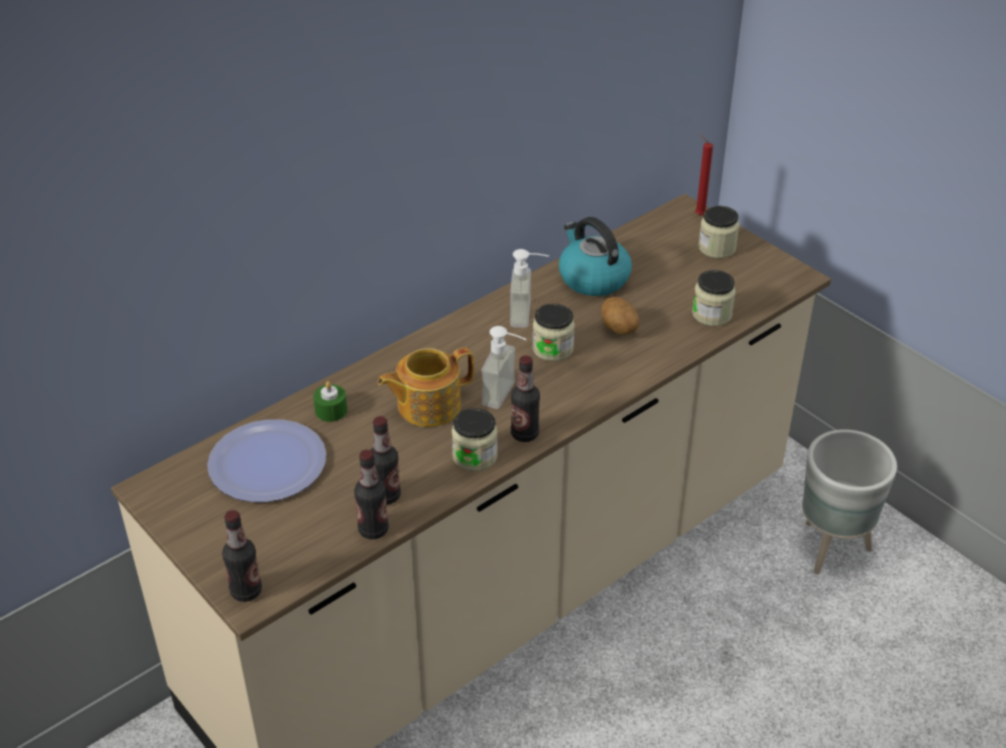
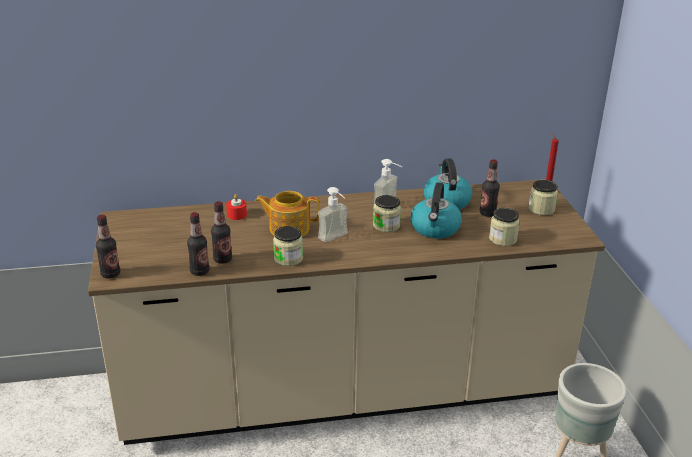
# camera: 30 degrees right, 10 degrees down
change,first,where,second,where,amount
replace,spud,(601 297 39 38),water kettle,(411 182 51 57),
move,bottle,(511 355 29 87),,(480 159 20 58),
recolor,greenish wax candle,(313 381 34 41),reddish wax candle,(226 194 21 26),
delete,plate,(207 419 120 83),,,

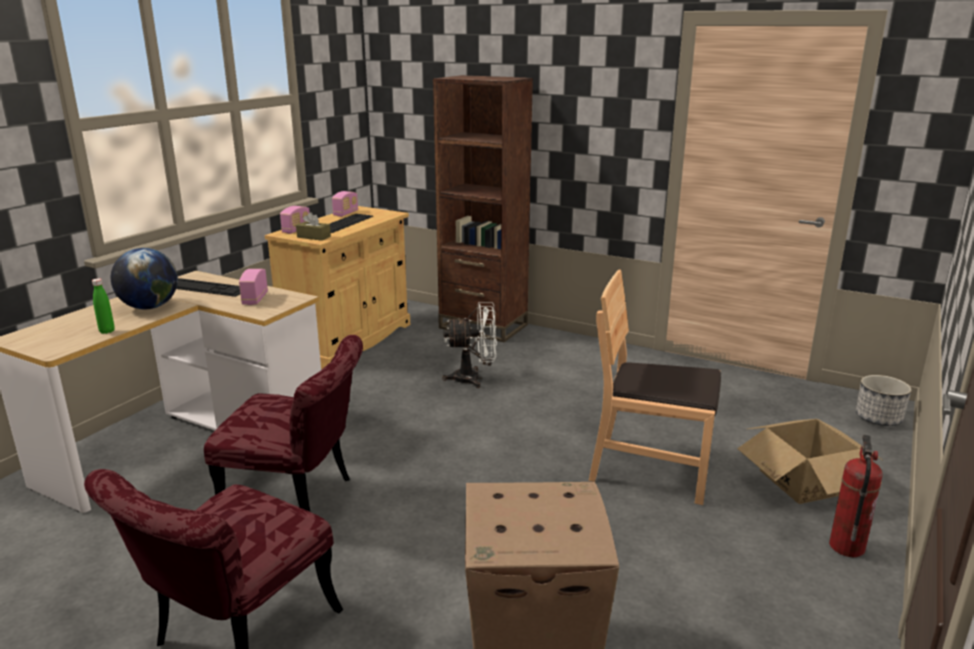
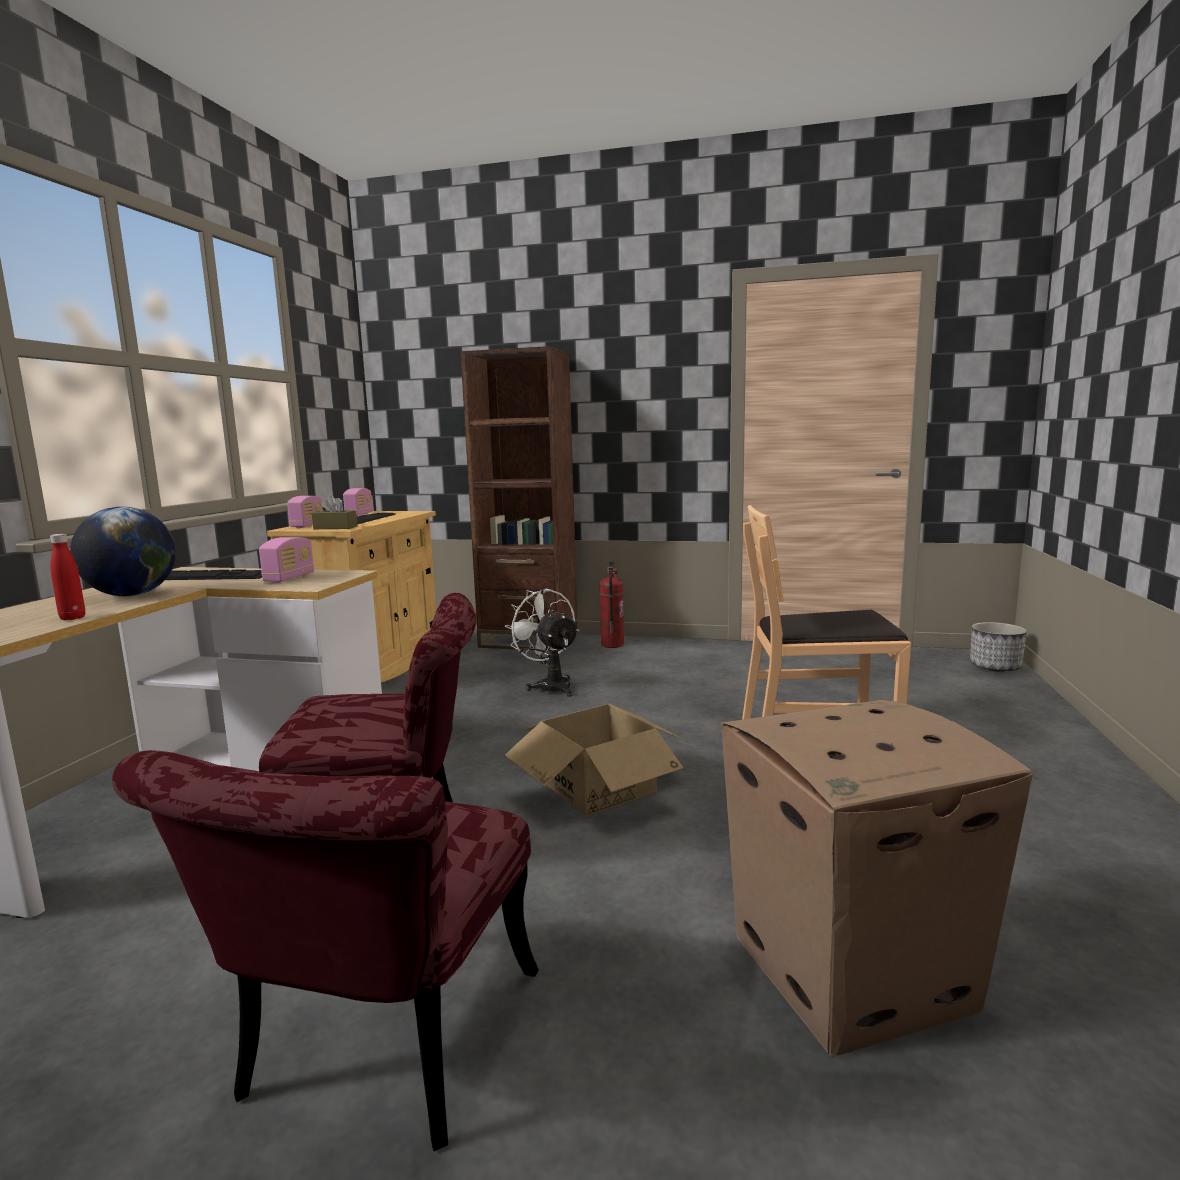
# camera: 15 degrees left, 10 degrees down
change,first,where,second,where,amount
rotate,radio set,(239 269 29 36),,(259 537 55 46),150 degrees counterclockwise
recolor,greenish bottle,(92 278 23 56),reddish bottle,(50 534 35 86),
rotate,whitish cooling fan,(442 302 55 86),,(505 589 74 108),105 degrees counterclockwise
move,cardboard box,(737 419 147 85),,(505 704 184 112),
move,fire-fighting cylinder,(829 435 54 122),,(599 562 25 86),

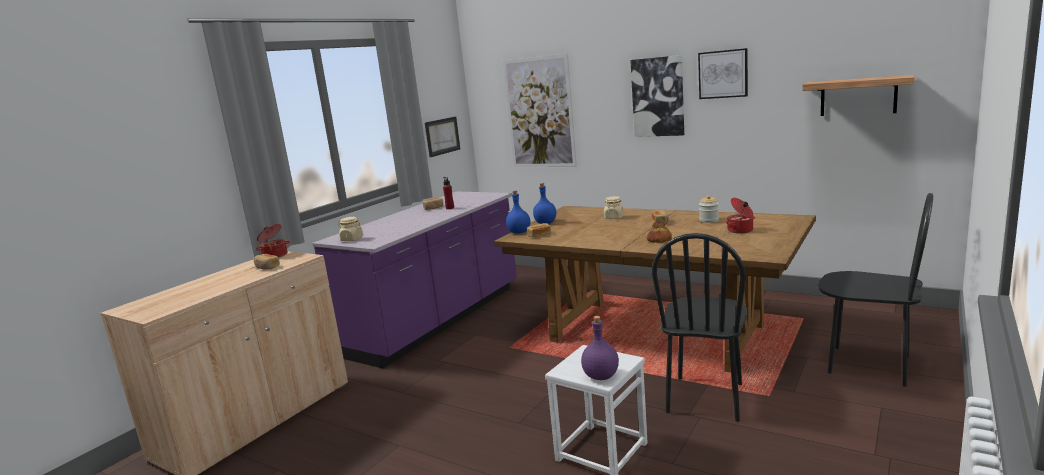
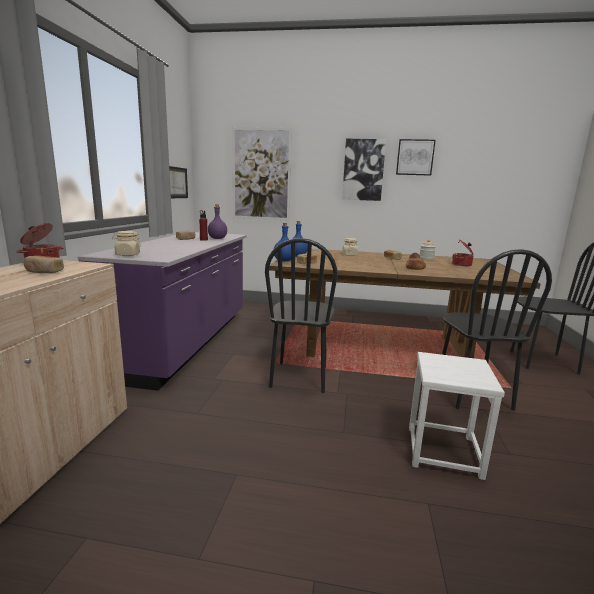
# camera: 25 degrees left, 0 degrees up
change,first,where,second,where,amount
delete,bracket shelf,(802 75 113 41),,,
move,purplish bottle,(581 316 38 64),,(208 204 19 35),
insert,,,black-coloured plain chair,(265 238 73 155),

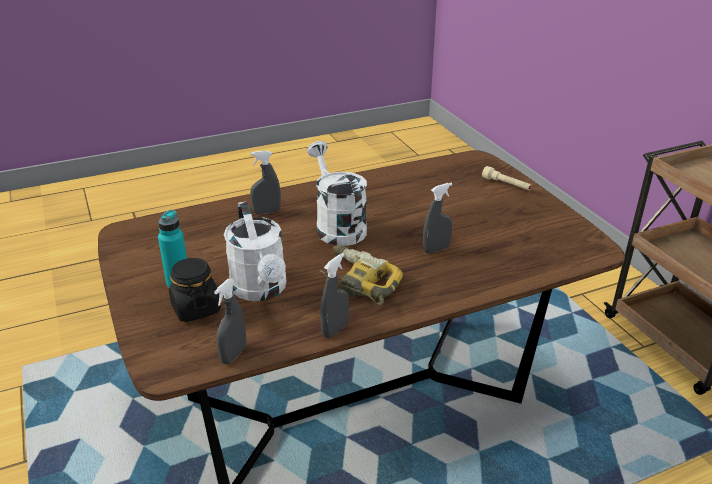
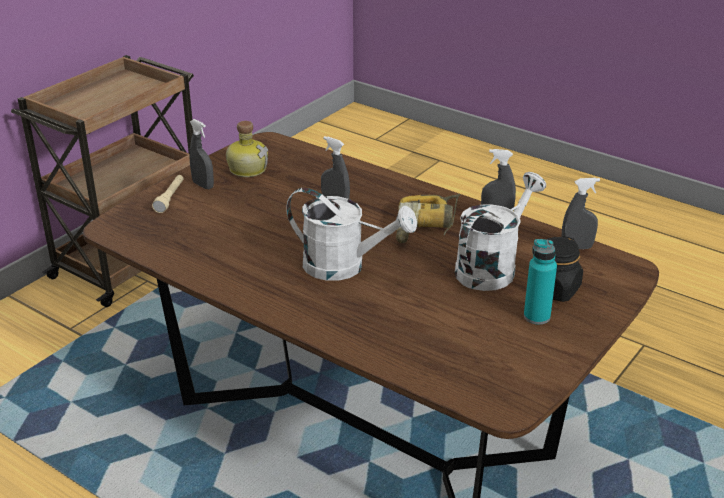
# camera: 120 degrees left, 0 degrees up
change,first,where,second,where,amount
rotate,whitish sprinkling can,(307 141 60 105),,(286 188 131 93),105 degrees counterclockwise
move,gray spray bottle,(250 151 31 63),,(189 119 25 70),
insert,,,bottle,(226 121 42 56),

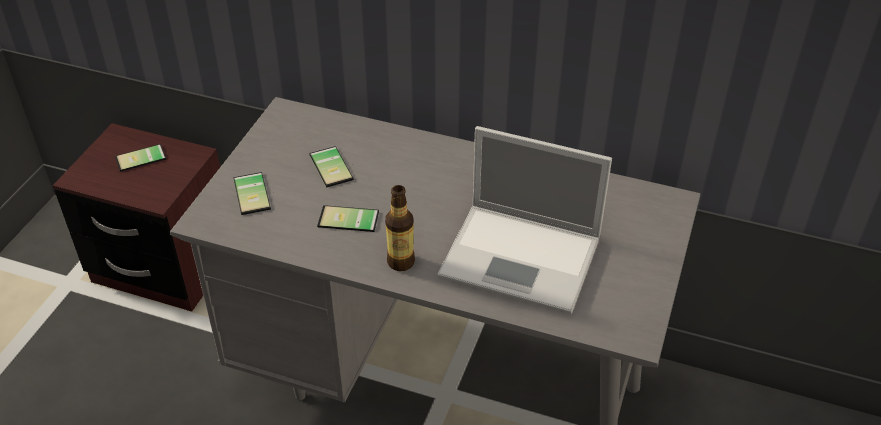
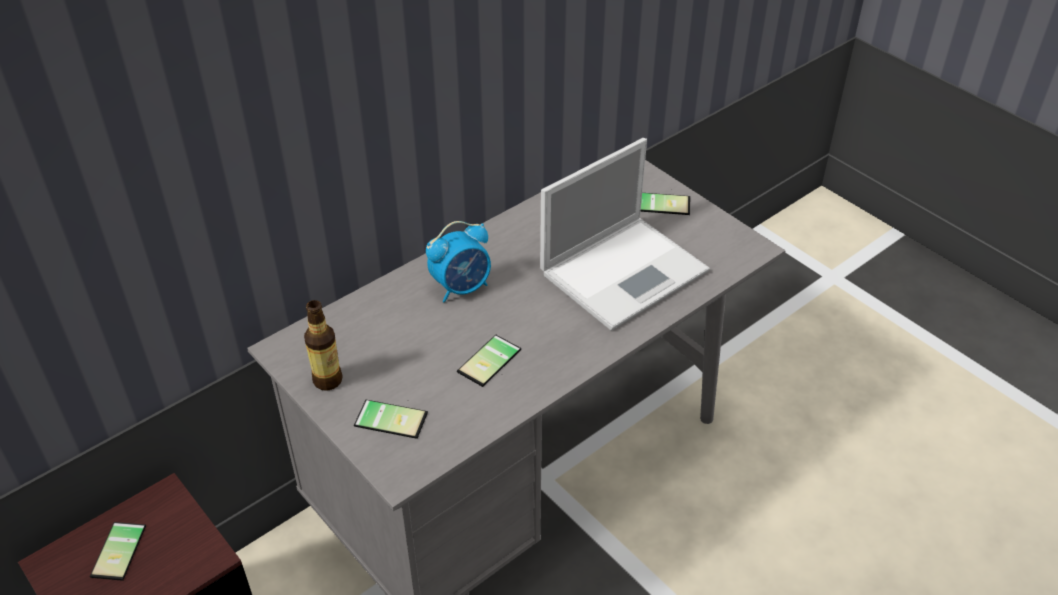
# camera: 60 degrees left, 0 degrees up
change,first,where,second,where,amount
move,handset,(309 146 45 42),,(641 193 49 22),
move,bottle,(385 185 30 86),,(304 300 39 91),
insert,,,table clock,(426 221 65 82),

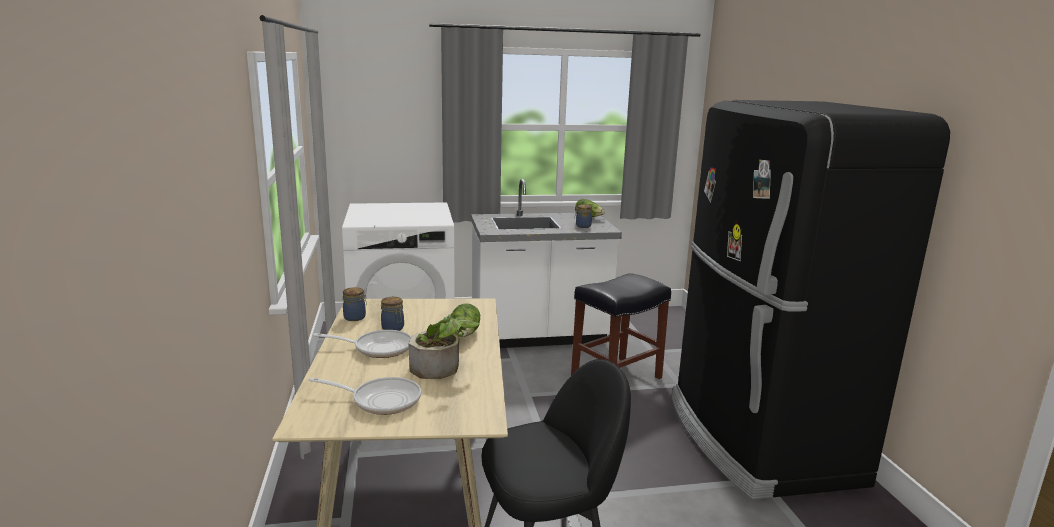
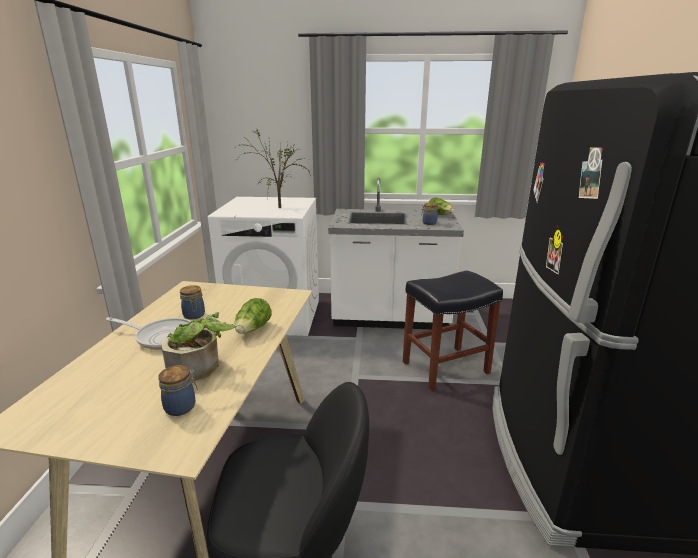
# camera: 15 degrees right, 5 degrees up
change,first,where,second,where,amount
move,storage jar,(343 287 24 34),,(158 365 40 51),
delete,pan,(309 377 112 38),,,
insert,,,potted plant,(235 129 76 79),

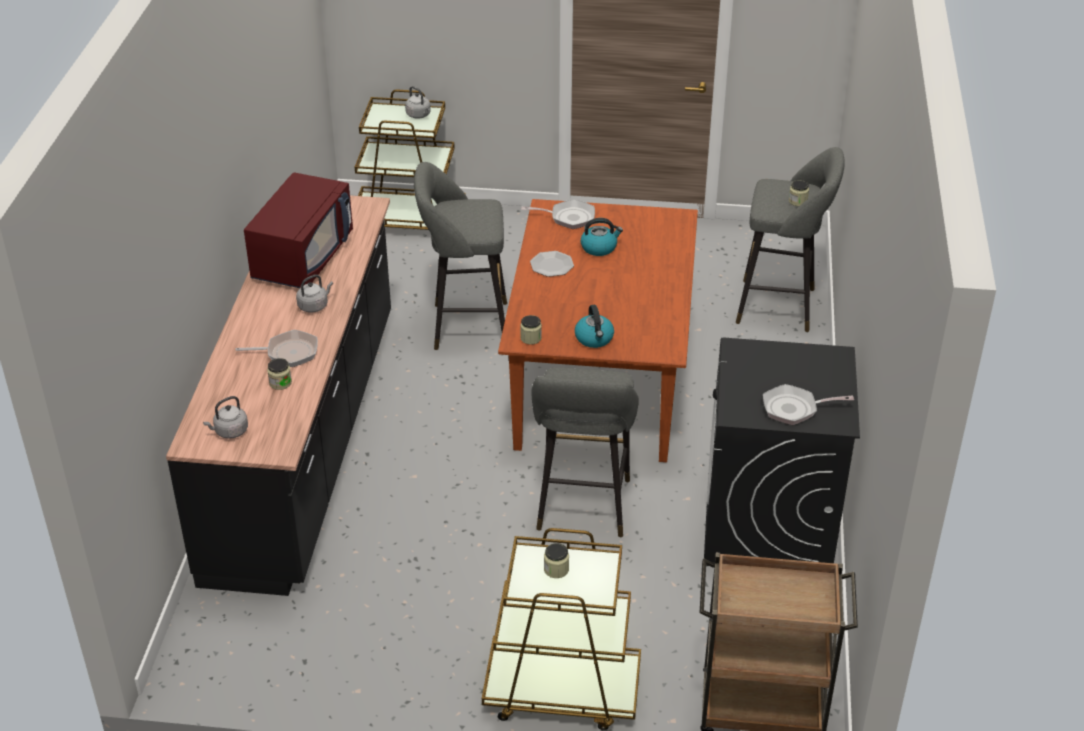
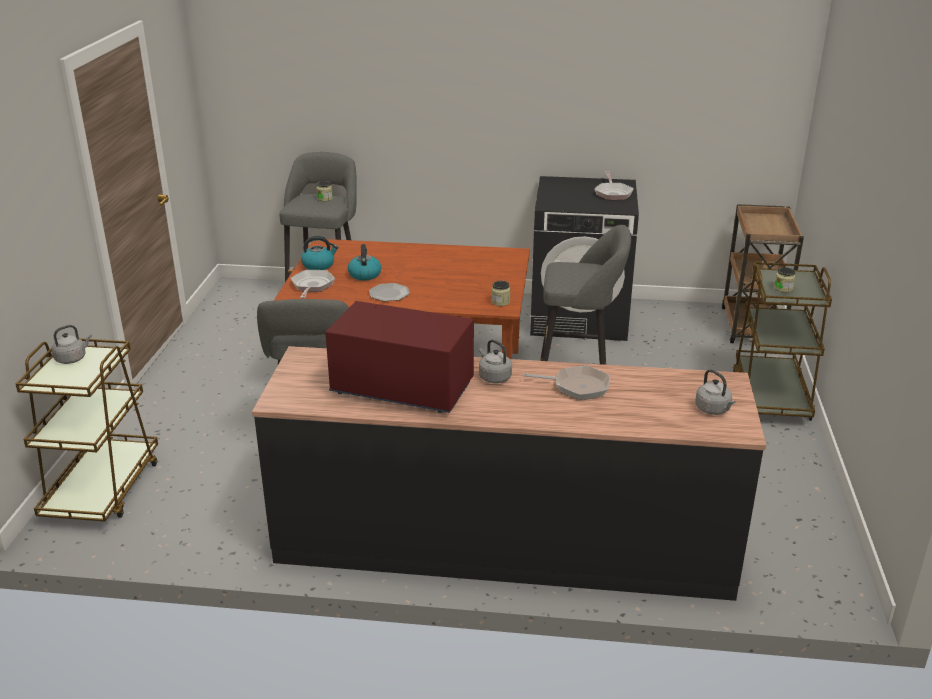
# camera: 90 degrees left, 10 degrees down
change,first,where,second,where,amount
move,water kettle,(575 305 39 43),,(301 236 37 34),
rotate,pan,(236 330 82 37),,(523 365 87 35),105 degrees clockwise
delete,storage jar,(267 358 25 32),,,

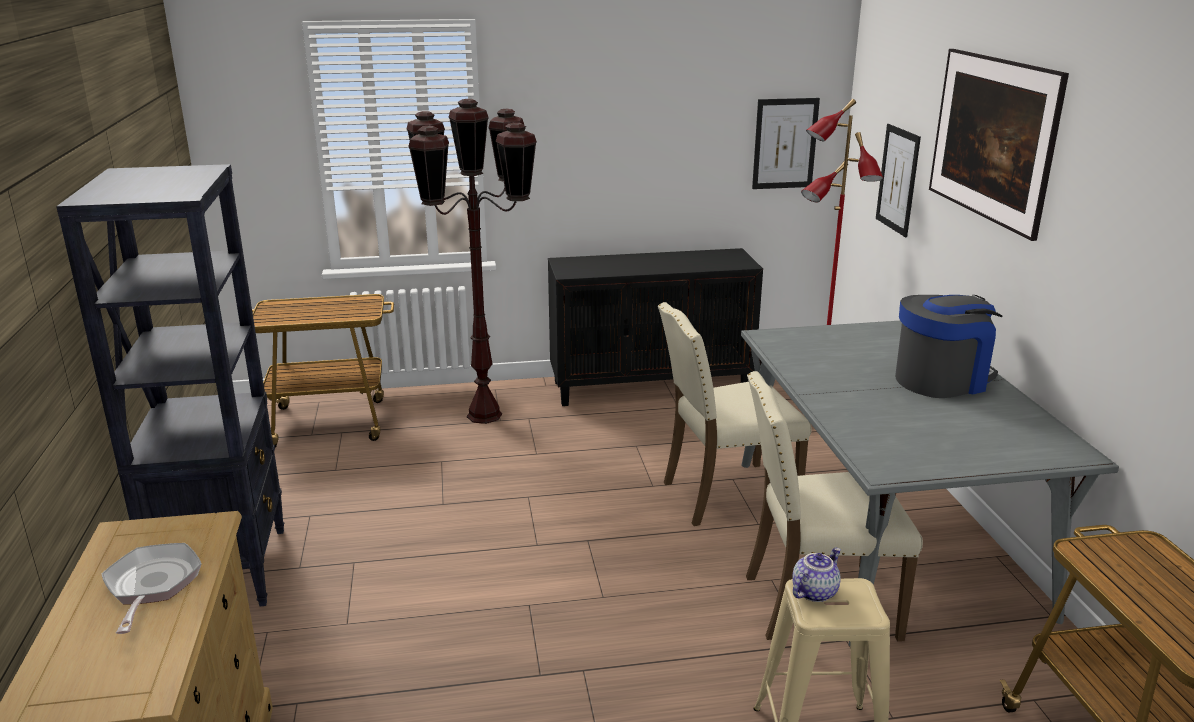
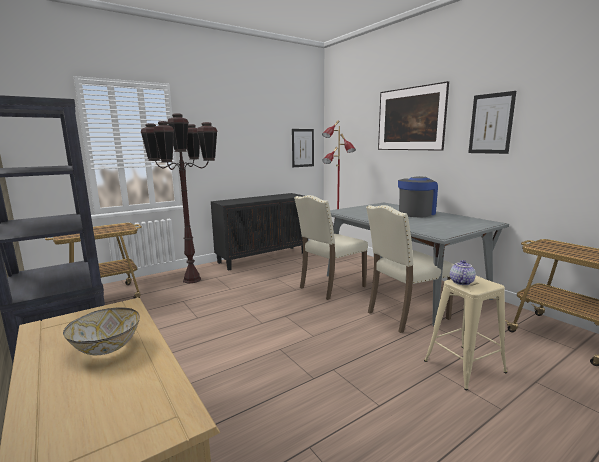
# camera: 25 degrees left, 10 degrees down
change,first,where,second,where,amount
move,picture,(876 124 45 113),,(468 91 48 63),
replace,pan,(102 543 100 91),bowl,(63 308 77 47),

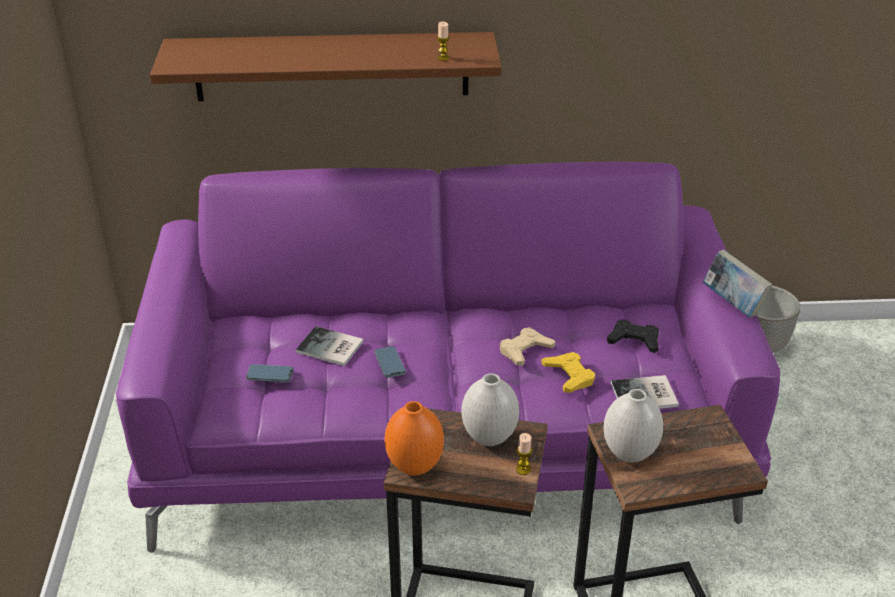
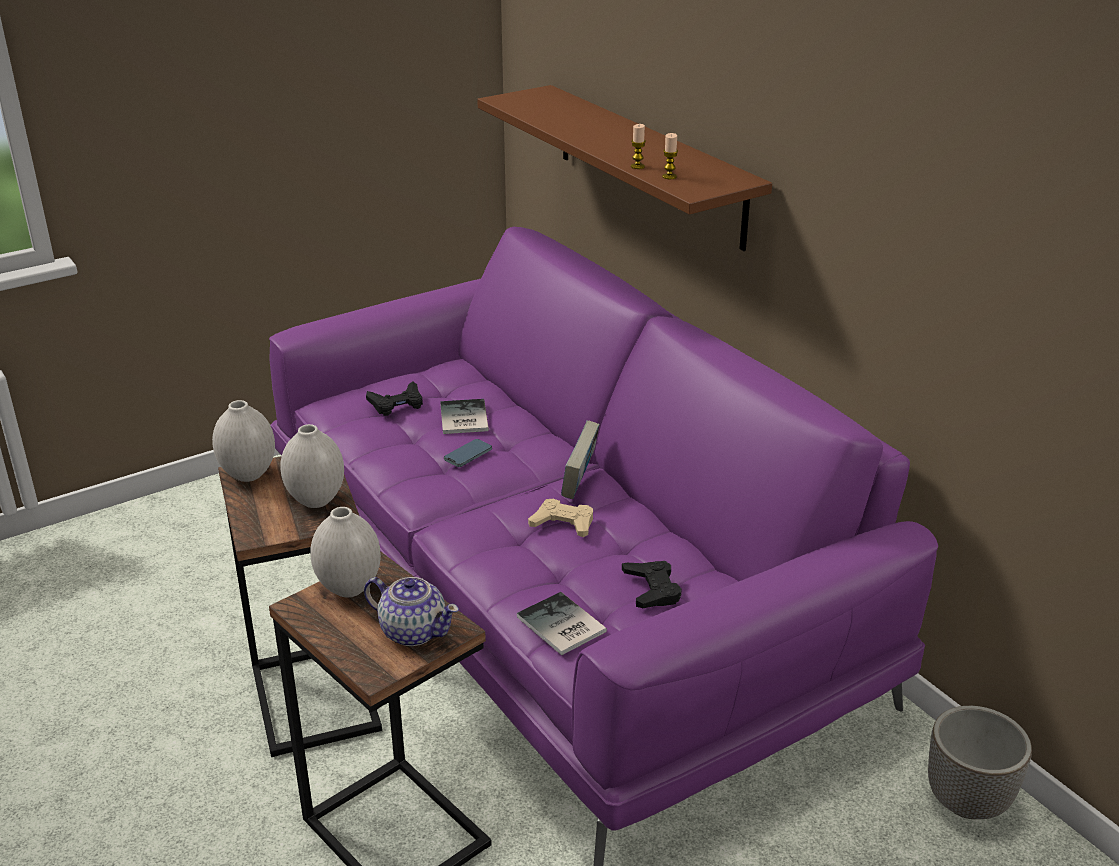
# camera: 60 degrees right, 5 degrees down
change,first,where,second,where,amount
move,volume,(703 250 69 68),,(561 421 39 78),
delete,yellow joypad,(541 352 54 41),,,
replace,handset,(246 364 48 18),black-coloured joypad,(366 381 57 35),
recolor,orangey vase,(384 401 60 75),whitish vase,(212 400 63 82),
move,wax candle,(516 433 16 42),,(631 124 15 45),
insert,,,teapot,(364 577 95 69),

